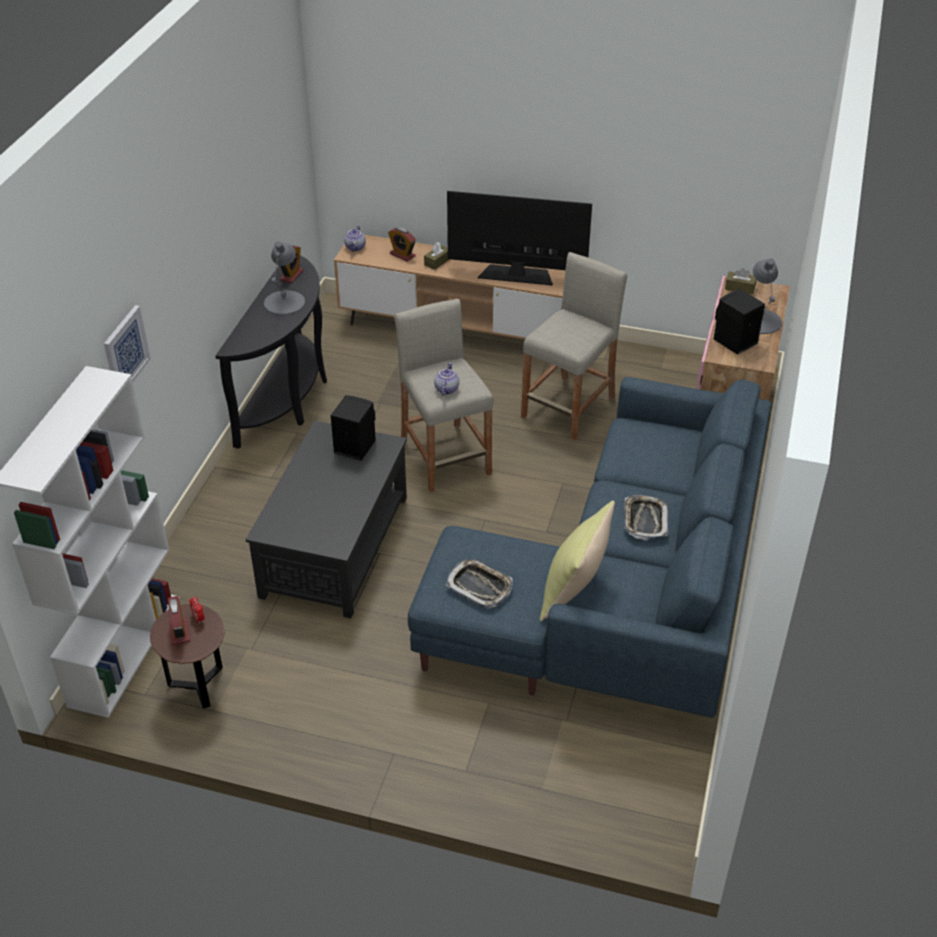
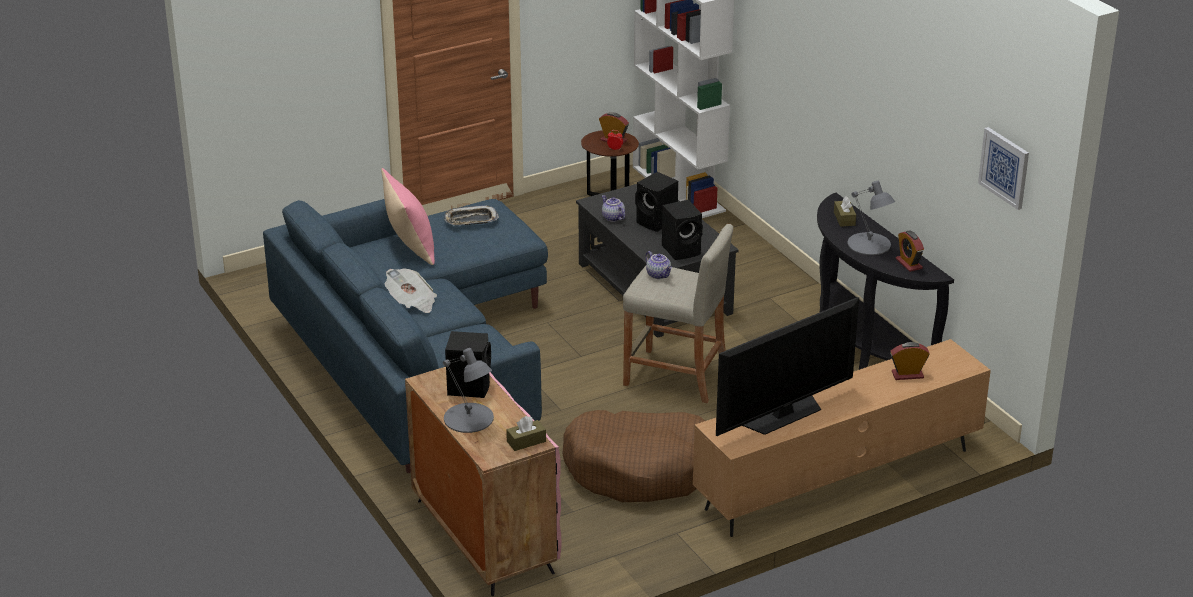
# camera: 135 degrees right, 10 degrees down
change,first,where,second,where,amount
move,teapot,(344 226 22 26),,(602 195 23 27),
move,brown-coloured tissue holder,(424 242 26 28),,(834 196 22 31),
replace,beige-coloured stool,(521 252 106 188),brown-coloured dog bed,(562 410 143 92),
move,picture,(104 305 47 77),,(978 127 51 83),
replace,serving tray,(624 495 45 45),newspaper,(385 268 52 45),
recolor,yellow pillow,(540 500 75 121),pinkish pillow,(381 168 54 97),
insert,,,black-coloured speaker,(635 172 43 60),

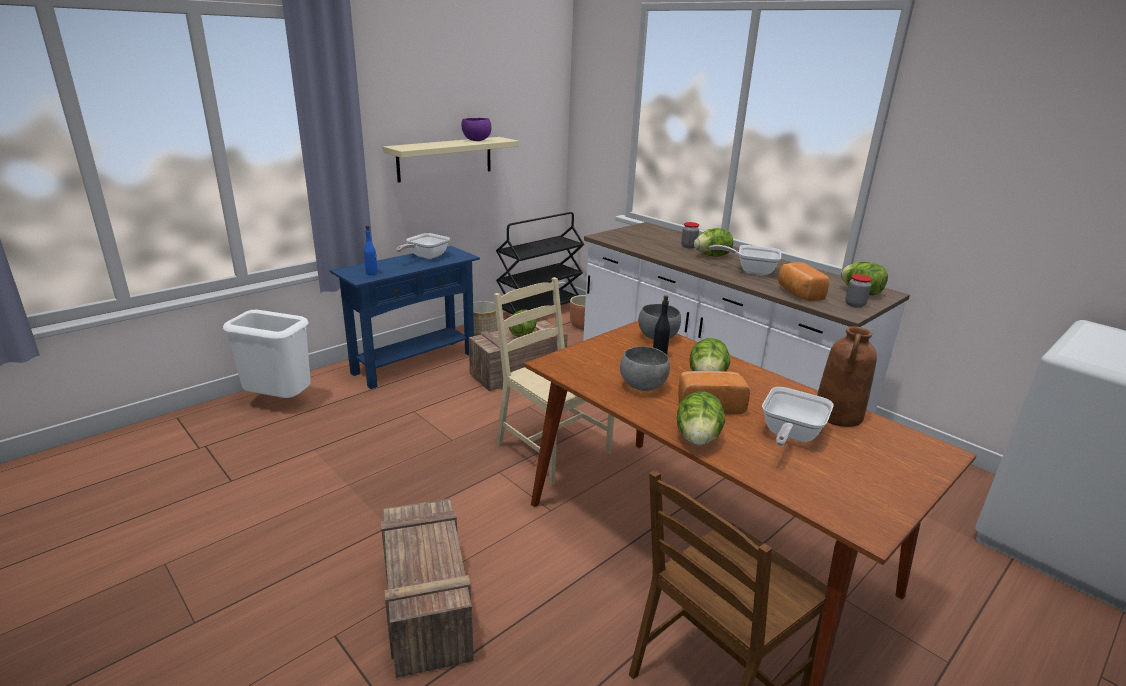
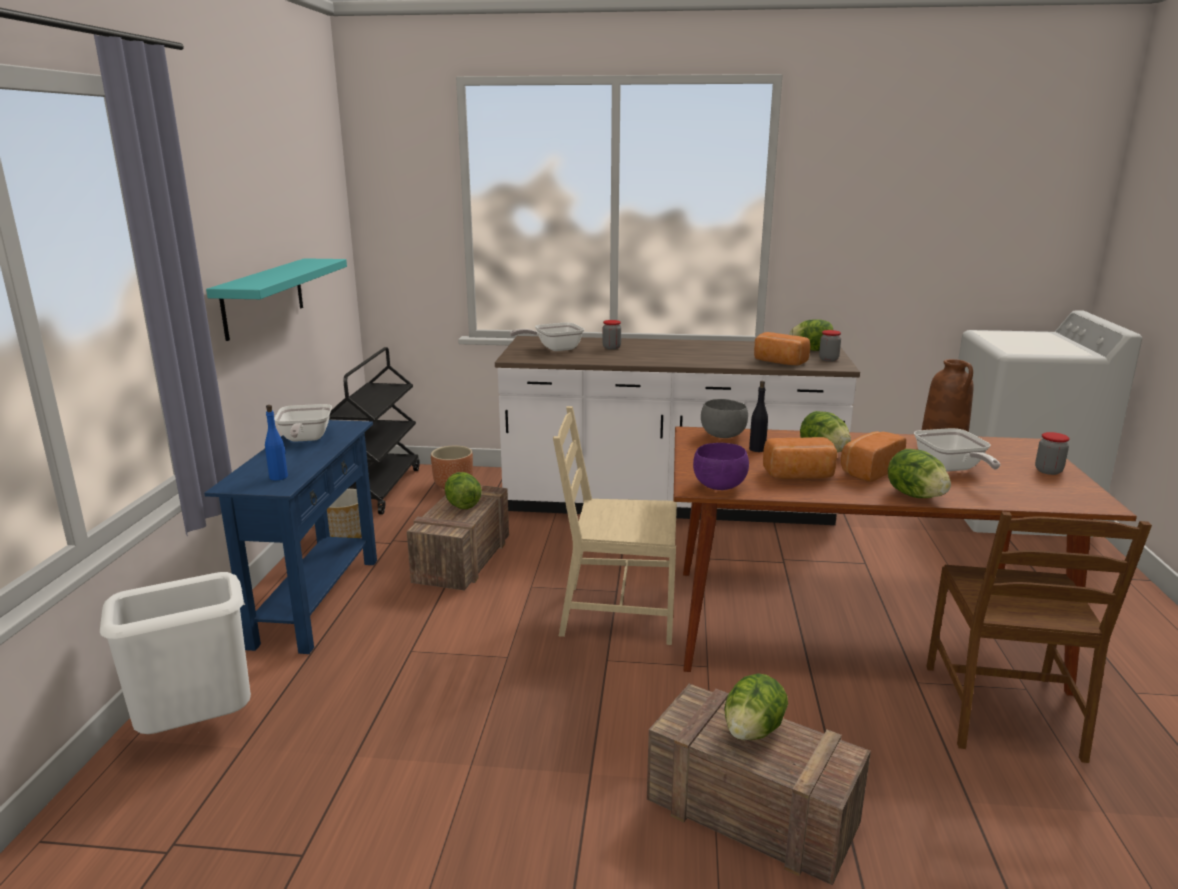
# camera: 40 degrees left, 5 degrees down
change,first,where,second,where,amount
move,purplish bowl,(462 118 29 23),,(693 443 56 47),
recolor,beige-coloured bracket shelf,(383 137 136 46),turquoise-coloured bracket shelf,(206 258 141 83),
move,lettuce,(694 228 39 29),,(725 673 63 68),
move,pan,(709 245 72 30),,(510 322 74 29),
replace,gray bowl,(620 346 50 45),bread,(763 437 74 42),
insert,,,storage jar,(1035 432 35 43),

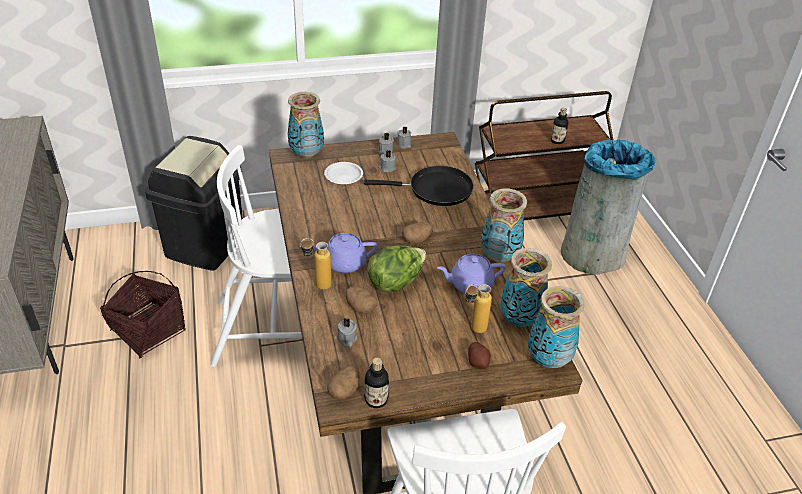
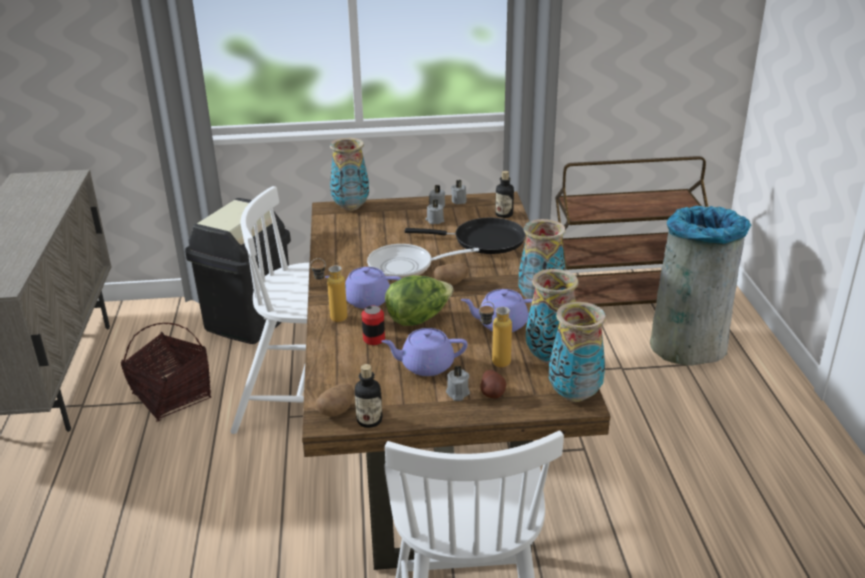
# camera: 10 degrees right, 10 degrees down
change,first,where,second,where,amount
move,bottle,(551 108 17 36),,(495 171 19 47),
delete,whitish plate,(324 162 39 22),,,
replace,spud,(346 286 31 28),sealed can,(362 306 23 39),
move,gray wax candle,(336 318 21 29),,(446 365 24 36),
insert,,,pan,(367 244 112 34),
insert,,,purplish teapot,(381 328 86 48),

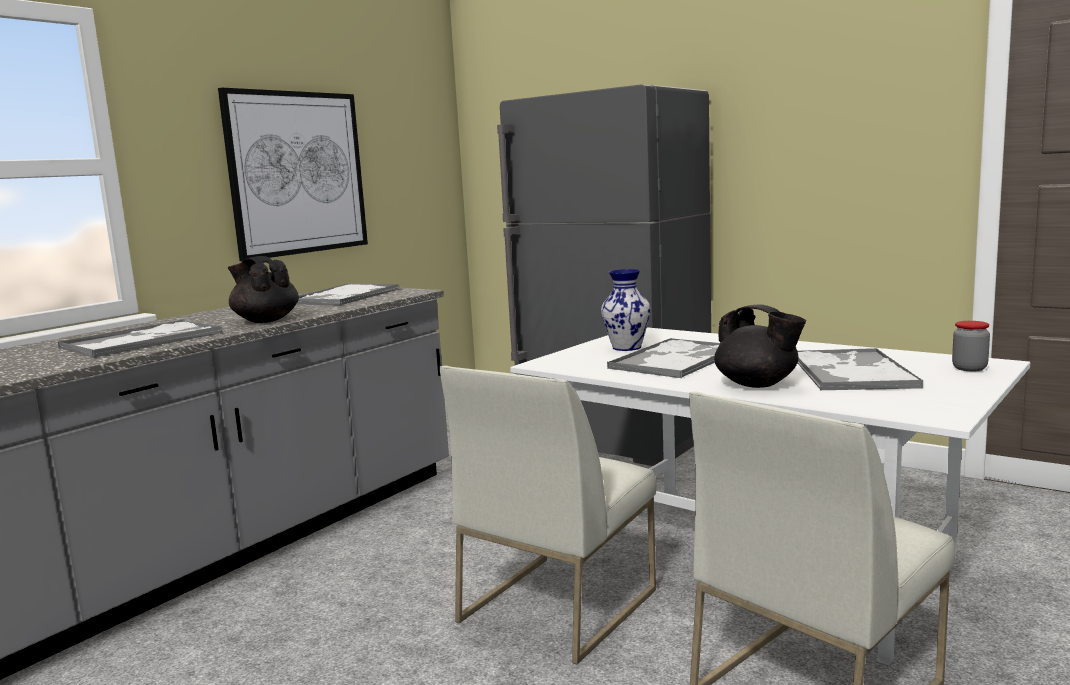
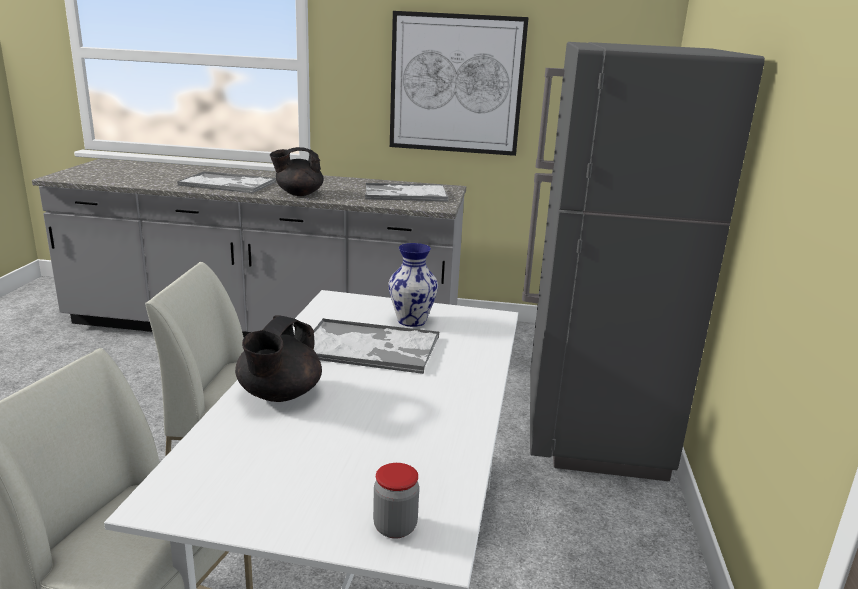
# camera: 60 degrees right, 10 degrees up
change,first,where,second,where,amount
rotate,black-coloured teapot,(228 256 71 67),,(270 147 54 49),120 degrees counterclockwise
delete,serving tray,(798 348 125 43),,,

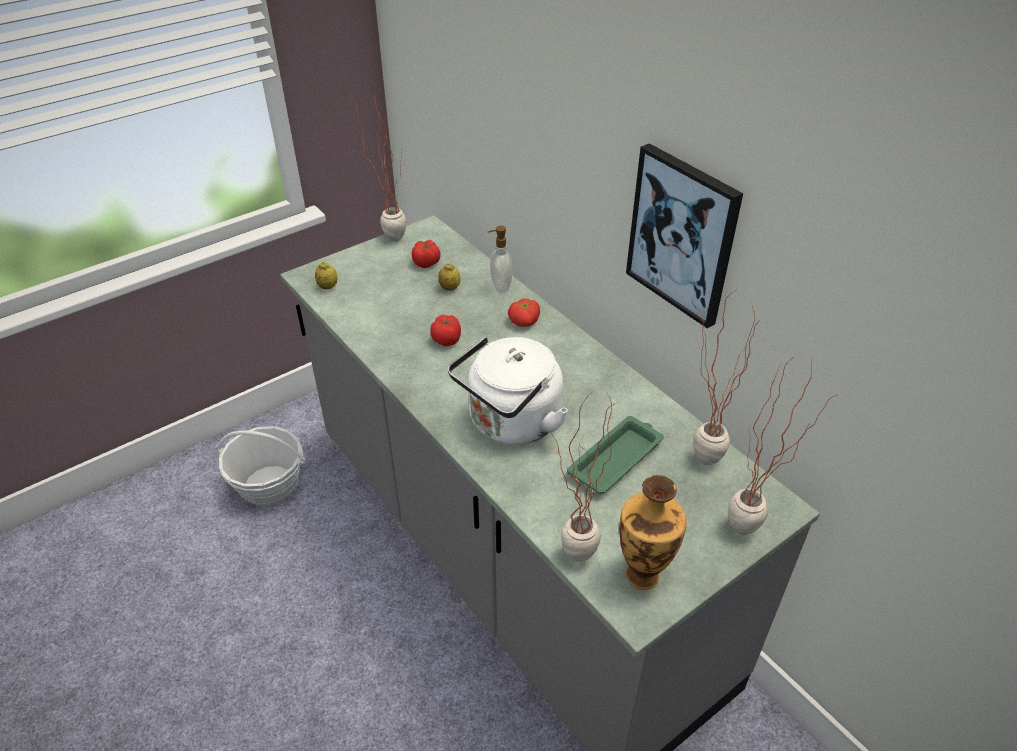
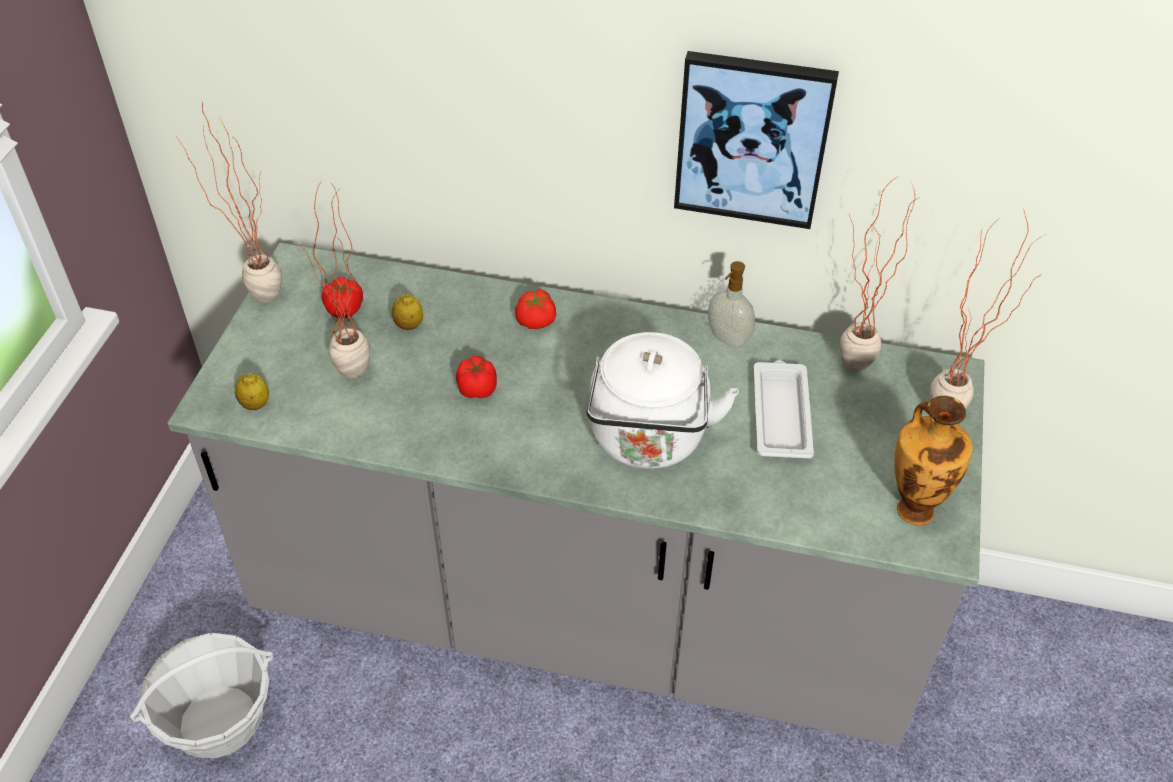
# camera: 40 degrees left, 5 degrees up
change,first,where,second,where,amount
move,soap dispenser,(488 226 24 67),,(708 261 47 86),
move,potted plant,(551 391 65 171),,(296 182 74 197),
recolor,greenish serving tray,(567 416 97 78),whitish serving tray,(754 360 60 99),

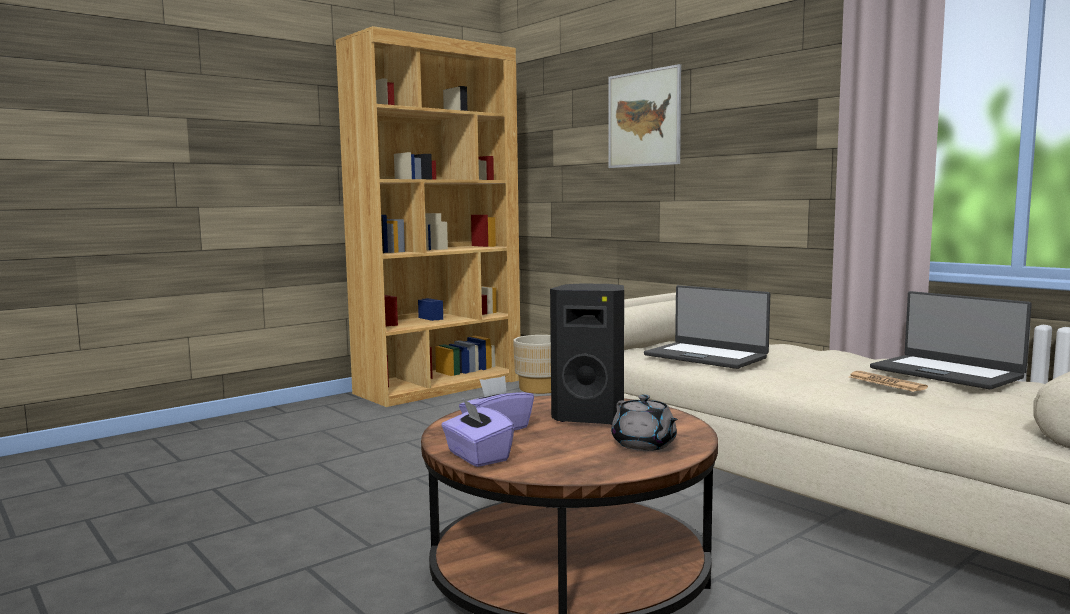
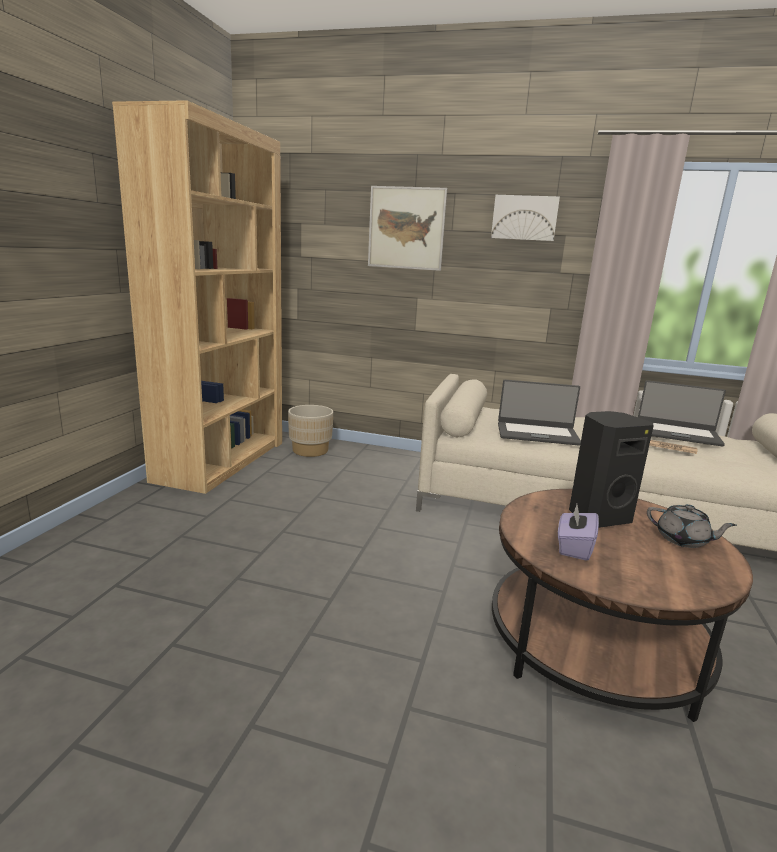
# camera: 35 degrees left, 10 degrees up
change,first,where,second,where,amount
delete,purplish tissue holder,(441 399 74 68),,,
insert,,,picture,(491 195 69 46),

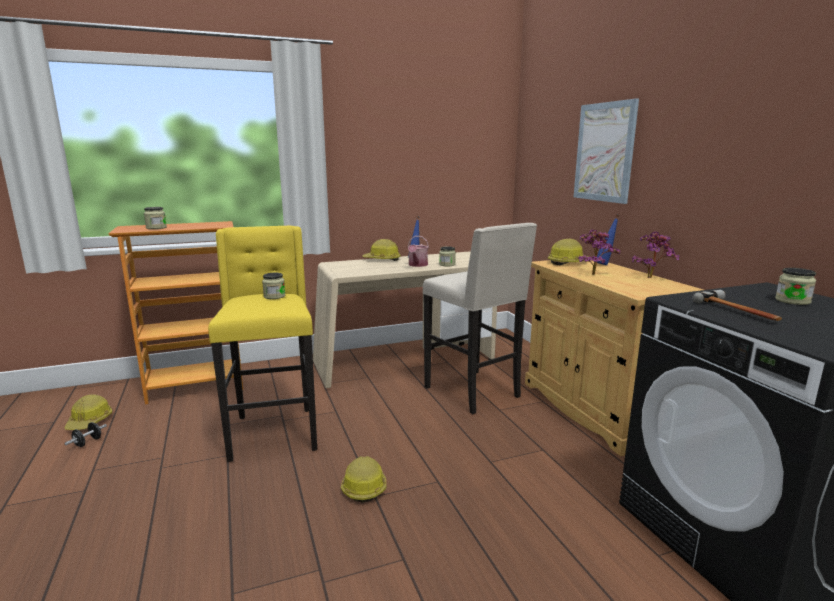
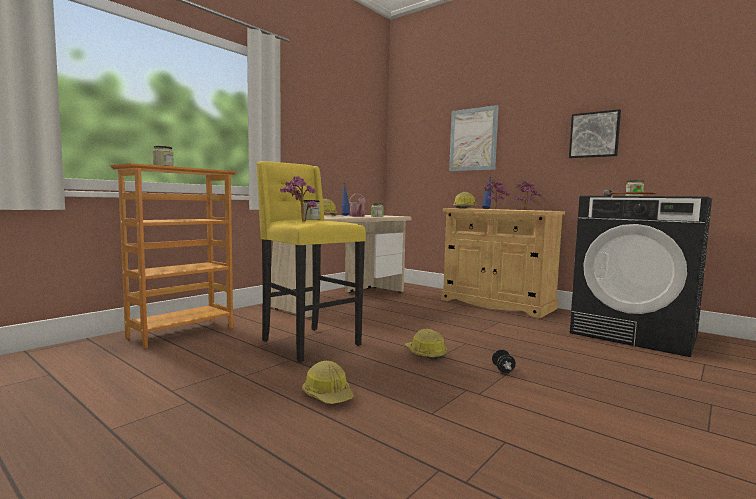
# camera: 30 degrees left, 10 degrees down
change,first,where,second,where,amount
delete,beige-coloured stool,(423 223 114 191),,,
move,hard hat,(64 395 48 35),,(302 361 52 43),
move,black-coloured free weight,(64 422 43 25),,(492 349 24 24),
insert,,,picture,(569 109 52 49),
insert,,,potted plant,(280 176 37 46),

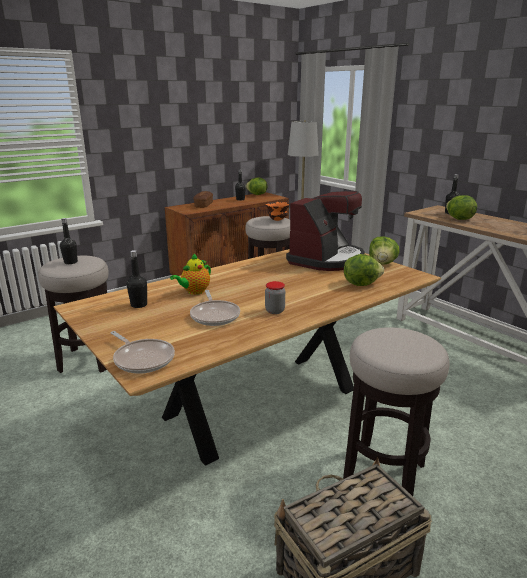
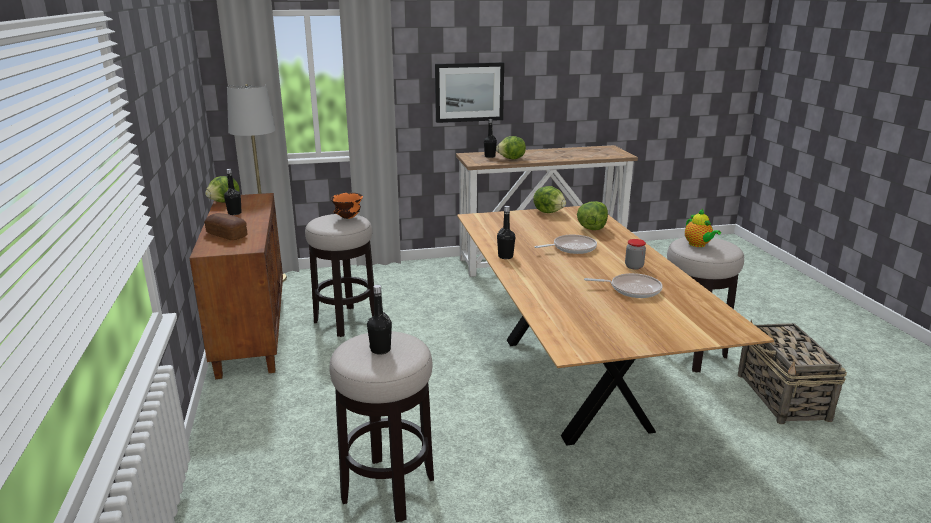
# camera: 65 degrees left, 0 degrees up
change,first,where,second,where,amount
delete,coffee maker,(286 191 79 80),,,
move,black-coloured bottle,(126 250 21 58),,(497 206 18 53),
move,teapot,(170 253 41 42),,(685 209 36 38),
move,pan,(111 331 64 43),,(535 235 62 19),
insert,,,picture,(435 62 69 61),

